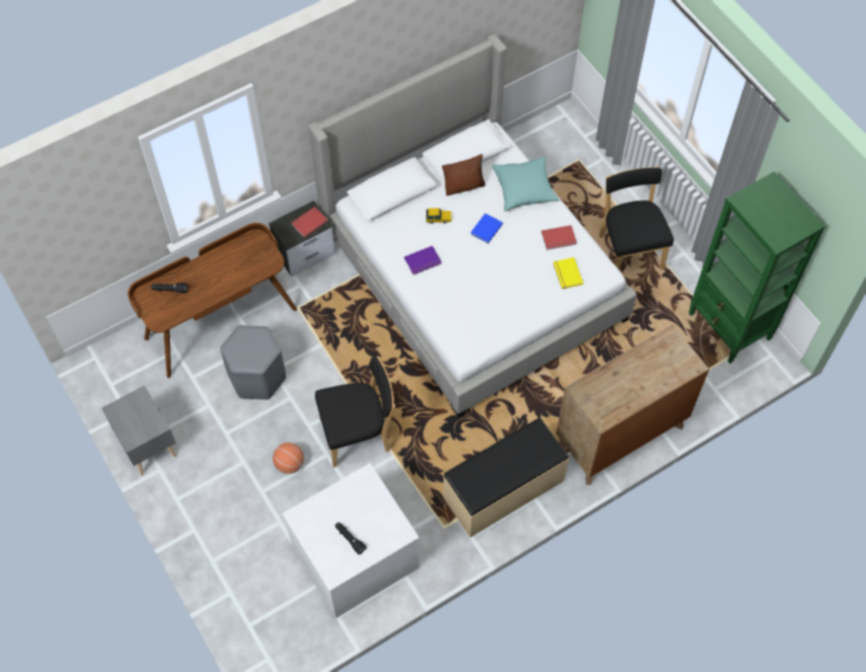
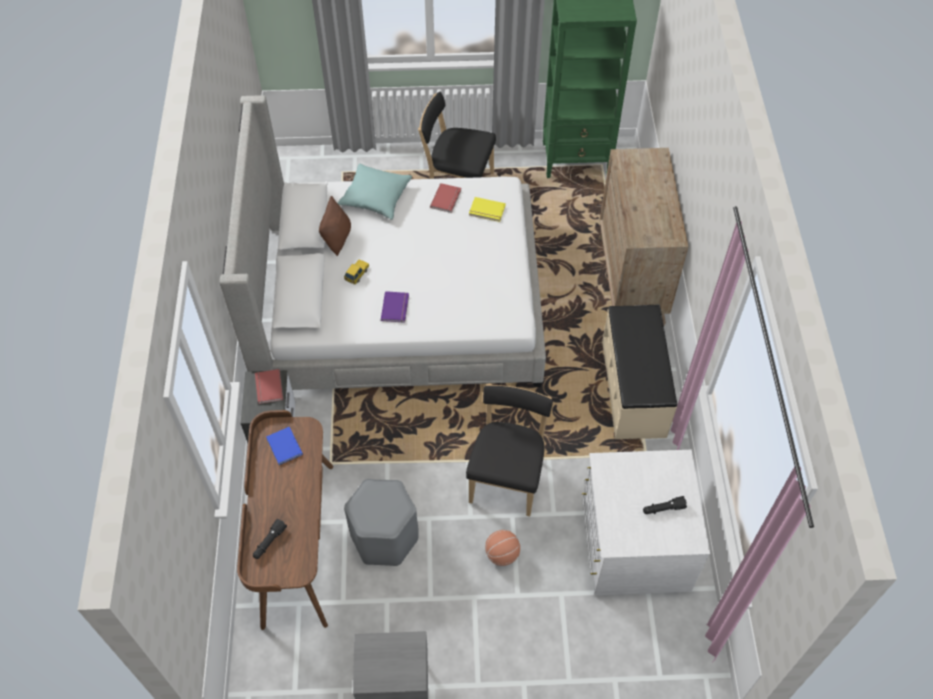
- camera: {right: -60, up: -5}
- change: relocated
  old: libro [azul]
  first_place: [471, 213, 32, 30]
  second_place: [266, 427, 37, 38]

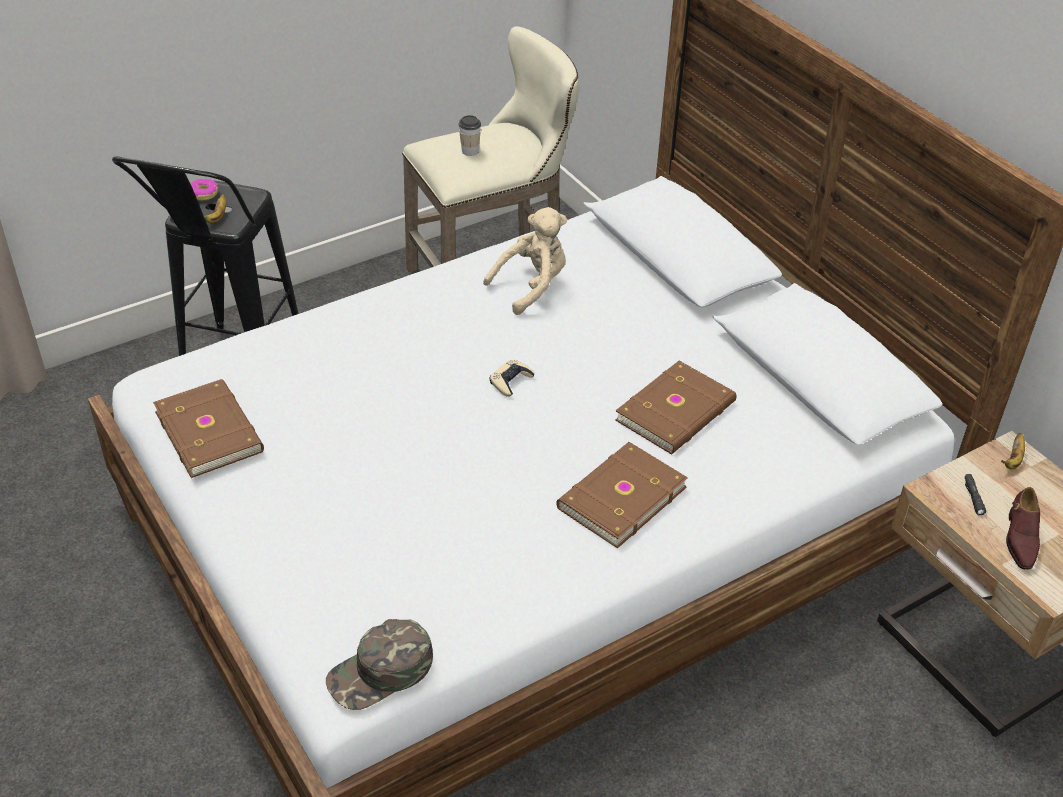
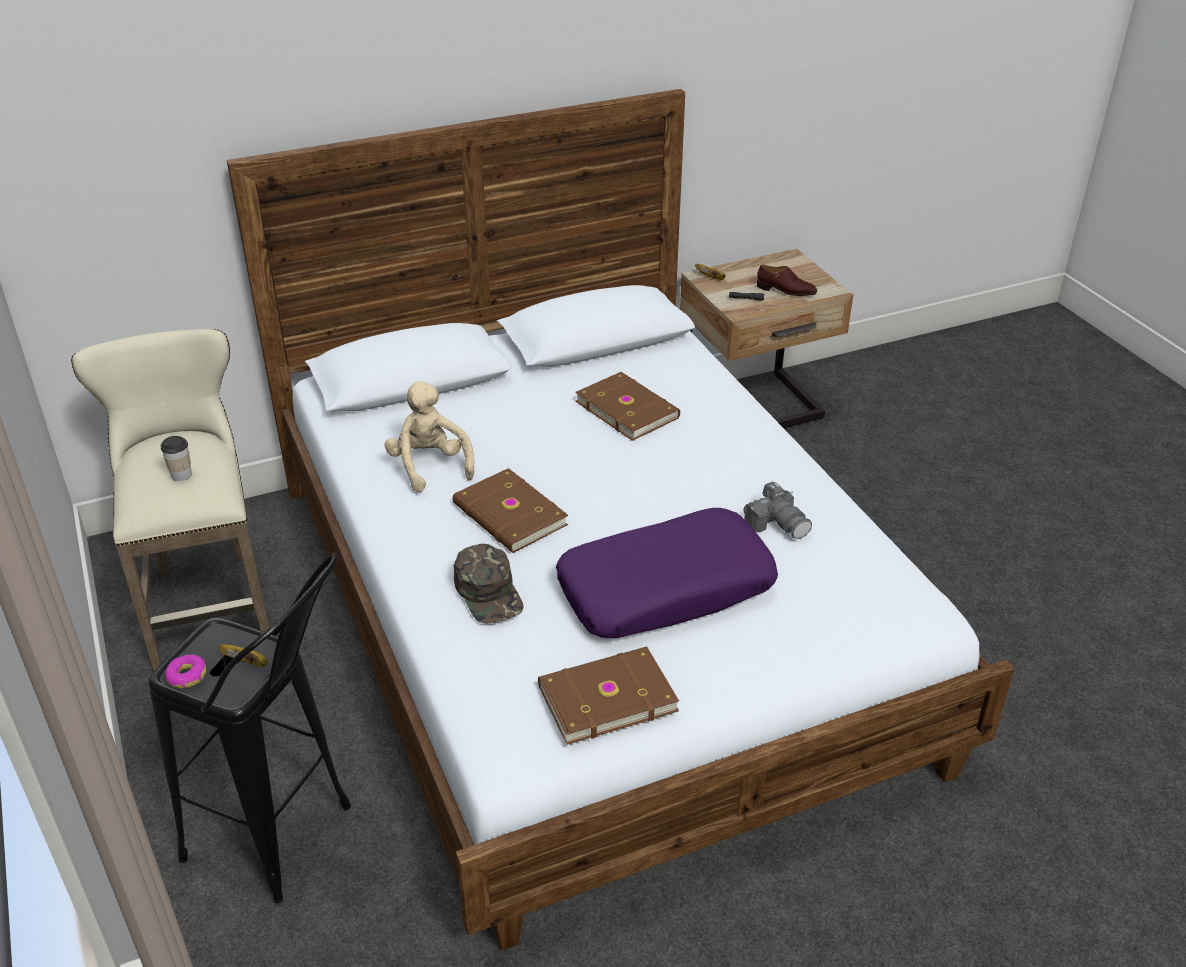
- camera: {right: -80, up: -5}
- change: missing
  old: mando de consola [beis]
  first_place: [490, 360, 44, 37]
- change: relocated
  old: libro [marrón]
  first_place: [556, 442, 132, 106]
  second_place: [453, 468, 115, 85]
- change: relocated
  old: gorra [verde]
  first_place: [326, 619, 107, 91]
  second_place: [454, 544, 70, 80]
- change: appeared
  new: cámara
  second_place: [743, 481, 69, 58]
- change: appeared
  new: cojín [morado]
  second_place: [556, 508, 222, 130]

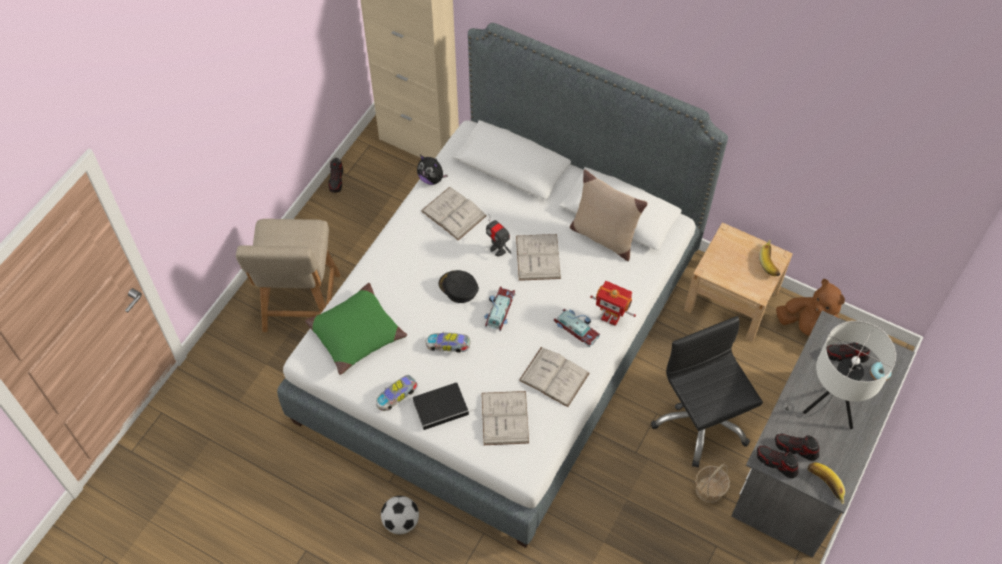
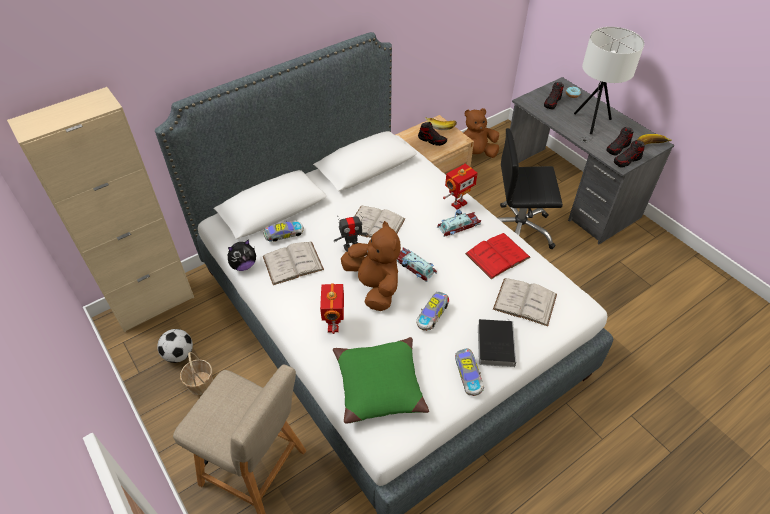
- camera: {right: -65, up: -10}
- change: relocated
  old: zapato
  first_place: [328, 158, 15, 35]
  second_place: [418, 122, 29, 24]
- change: missing
  old: cojín [beis]
  first_place: [570, 170, 77, 91]
- change: exchanged
  old: gorra [negro]
  new: peluche [marrón]
  first_place: [438, 270, 41, 33]
  second_place: [341, 221, 60, 90]
- change: colour
  old: libro [blanco]
  new: libro [rojo]
  first_place: [519, 347, 71, 60]
  second_place: [465, 233, 66, 46]
- change: relocated
  old: cesta
  first_place: [695, 463, 35, 40]
  second_place: [180, 352, 33, 43]
- change: relocated
  old: balón de fútbol
  first_place: [381, 496, 38, 38]
  second_place: [157, 329, 36, 34]
- change: appeared
  new: coche de juguete
  second_place: [263, 220, 41, 22]
- change: appeared
  new: robot de juguete
  second_place: [320, 283, 24, 51]

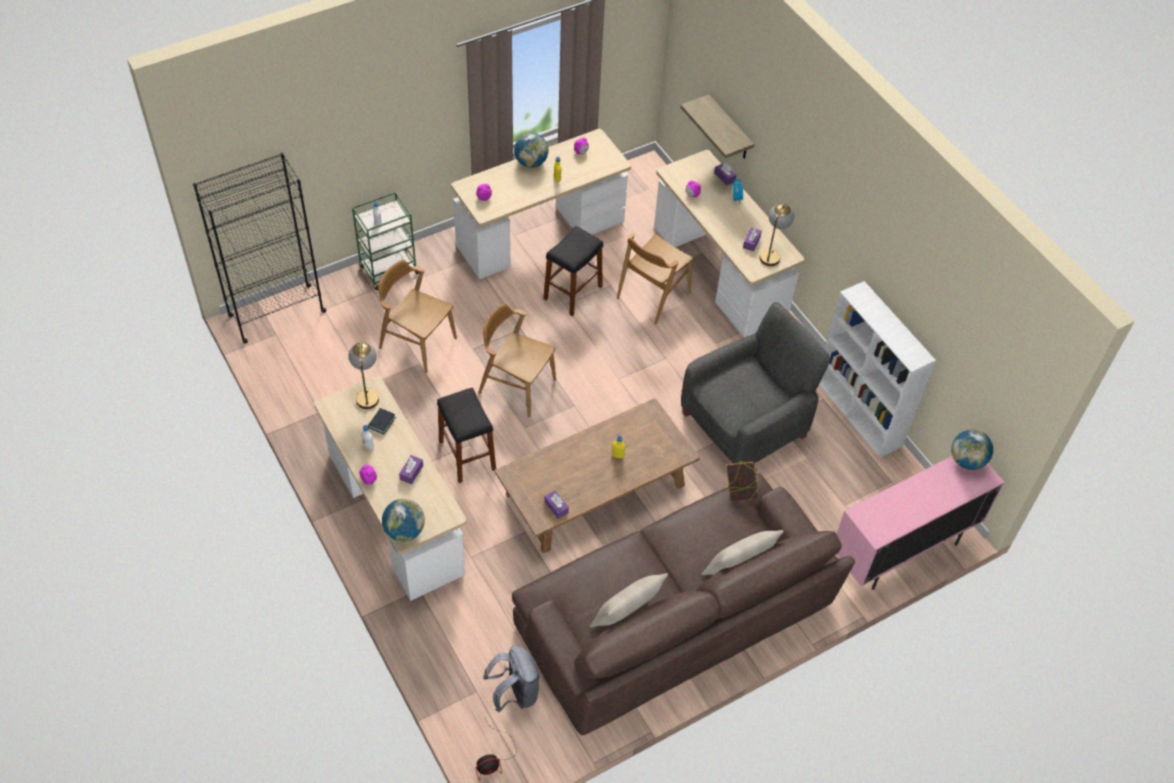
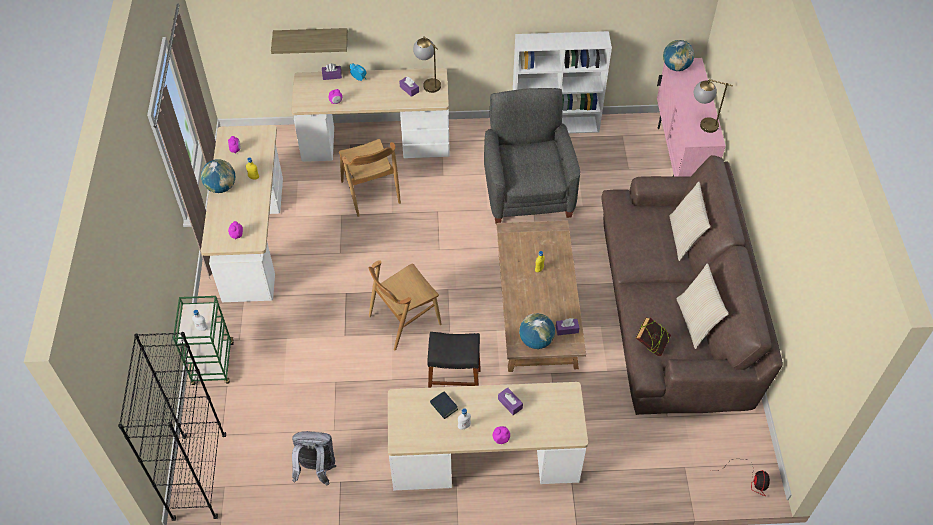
- camera: {right: -60, up: 0}
- change: missing
  old: taburete [negro]
  first_place: [543, 226, 60, 90]
- change: missing
  old: silla [marrón]
  first_place: [378, 260, 79, 113]
- change: relocated
  old: lámpara de mesa
  first_place: [348, 342, 31, 67]
  second_place: [694, 79, 39, 54]
- change: relocated
  old: libro
  first_place: [727, 460, 32, 41]
  second_place: [636, 318, 35, 38]
- change: relocated
  old: globo terráqueo
  first_place: [382, 499, 43, 43]
  second_place: [519, 313, 36, 36]
- change: relocated
  old: mochila [gris]
  first_place: [483, 645, 57, 67]
  second_place: [292, 431, 44, 55]

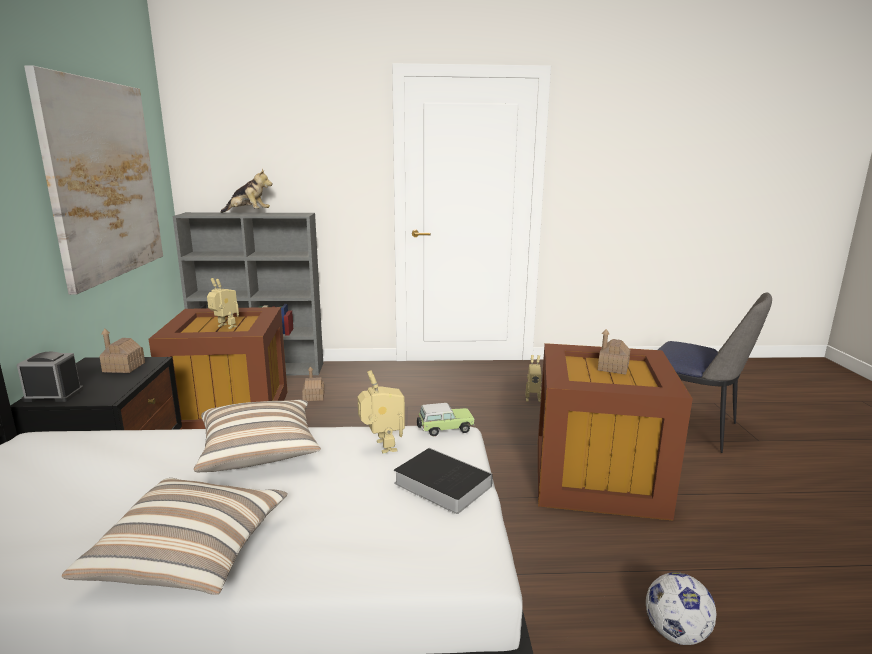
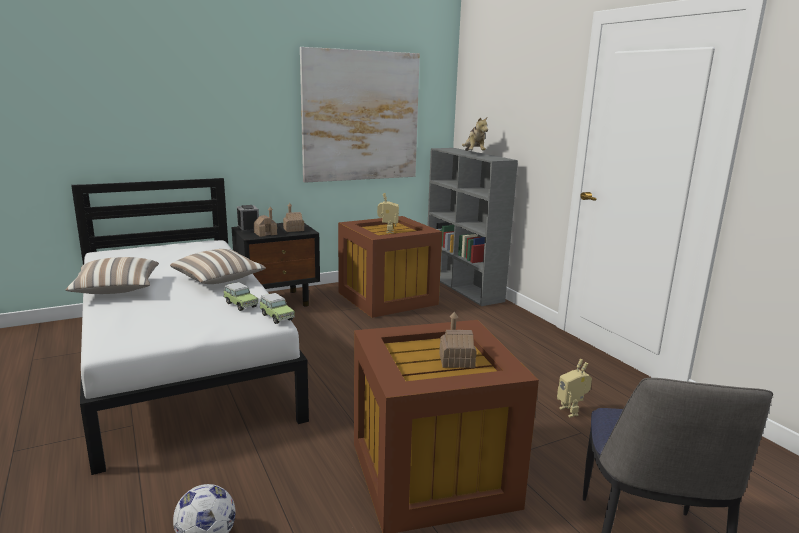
- camera: {right: 65, up: 0}
- change: relocated
  old: casita
  first_place: [302, 367, 22, 34]
  second_place: [254, 207, 23, 30]
- change: exchanged
  old: robot de juguete
  new: coche de juguete
  first_place: [357, 370, 48, 84]
  second_place: [223, 282, 35, 29]
- change: missing
  old: libro
  first_place: [394, 448, 99, 66]

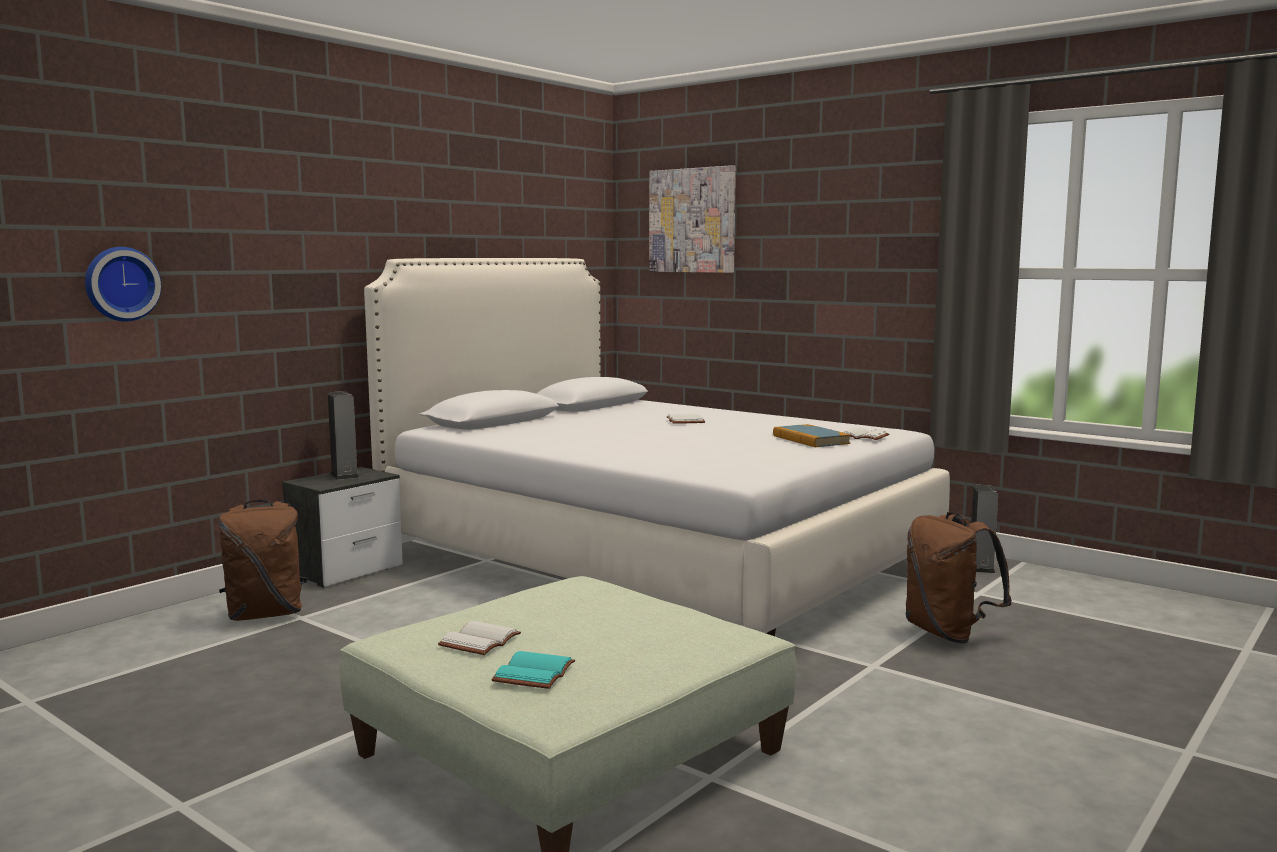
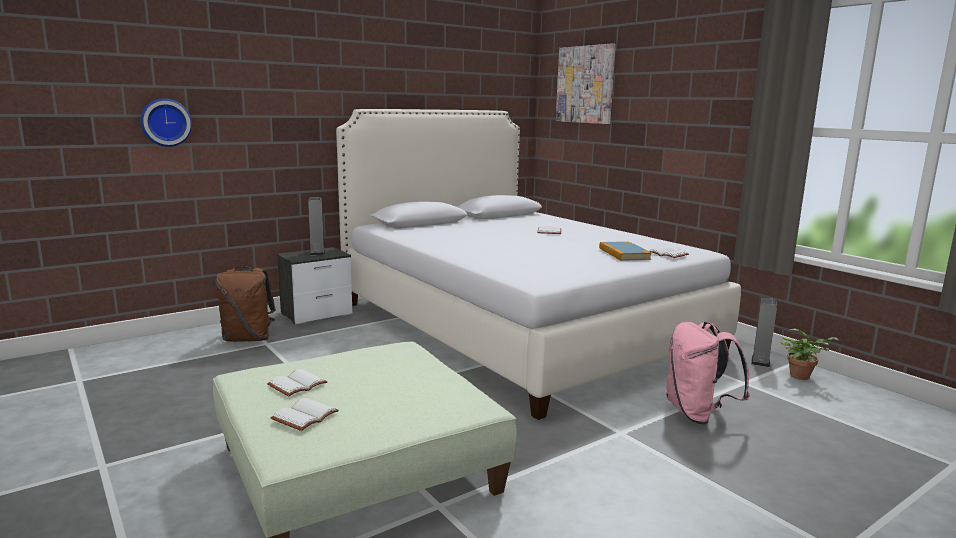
- camera: {right: 15, up: 5}
- change: colour
  old: mochila [marrón]
  new: mochila [rosa]
  first_place: [906, 512, 106, 131]
  second_place: [666, 321, 84, 104]
- change: colour
  old: libro [turquesa]
  new: libro [blanco]
  first_place: [491, 651, 84, 38]
  second_place: [271, 398, 68, 33]
- change: appeared
  new: planta en maceta
  second_place: [781, 328, 58, 52]

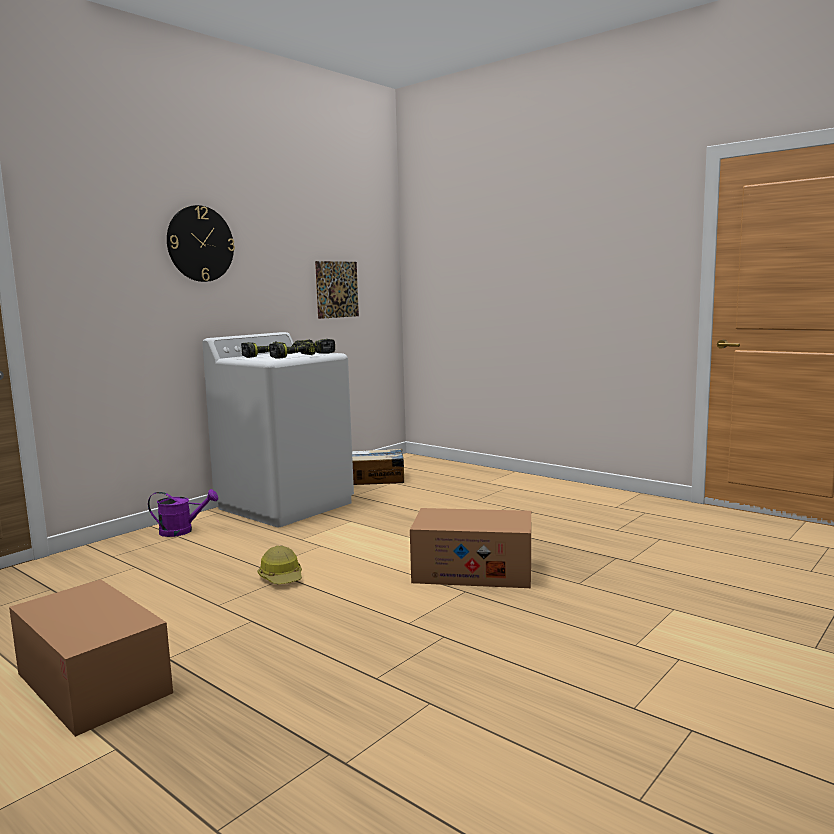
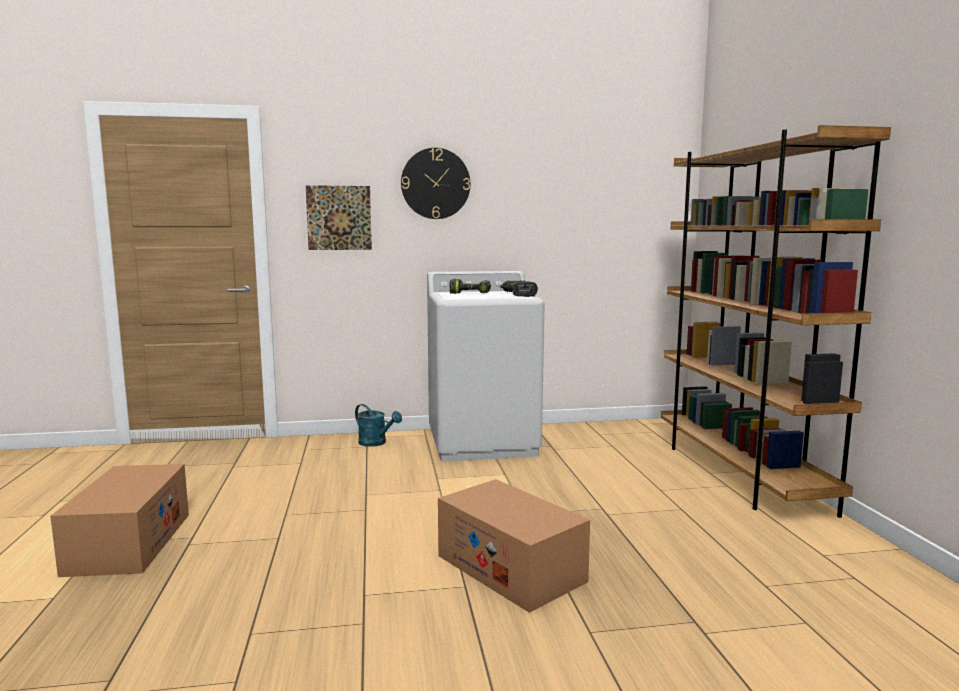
- camera: {right: 40, up: 0}
- change: relocated
  old: cuadro
  first_place: [315, 261, 44, 58]
  second_place: [306, 185, 66, 65]
- change: missing
  old: taladro
  first_place: [269, 342, 47, 17]
- change: missing
  old: caja de cartón
  first_place: [352, 448, 52, 37]
- change: colour
  old: regadera [morado]
  new: regadera [turquesa]
  first_place: [148, 489, 70, 48]
  second_place: [355, 404, 47, 43]
- change: missing
  old: casco
  first_place: [258, 546, 44, 38]
- change: appeared
  new: estantería [marrón]
  second_place: [661, 125, 230, 393]

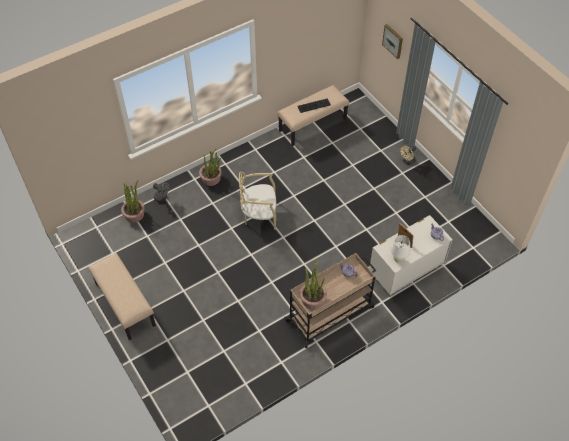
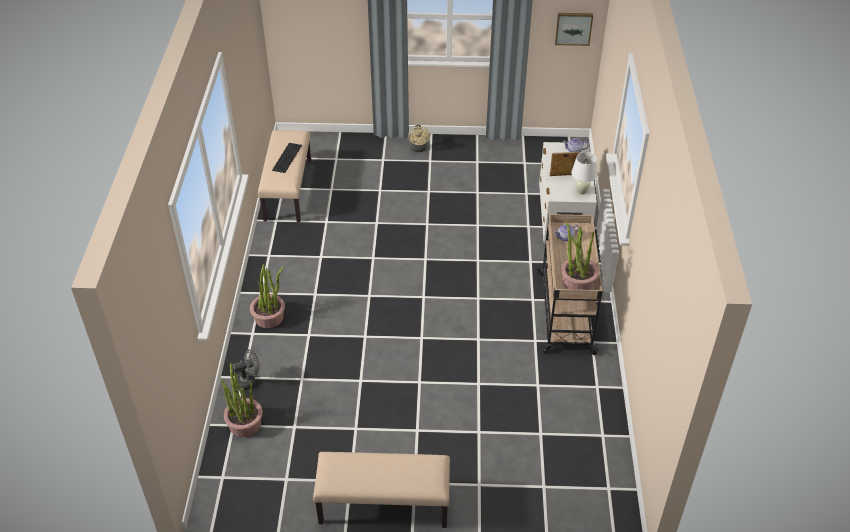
- camera: {right: -55, up: -10}
- change: relocated
  old: cuadro
  first_place: [382, 24, 21, 35]
  second_place: [555, 13, 38, 33]
- change: missing
  old: silla [beis]
  first_place: [239, 171, 37, 59]

